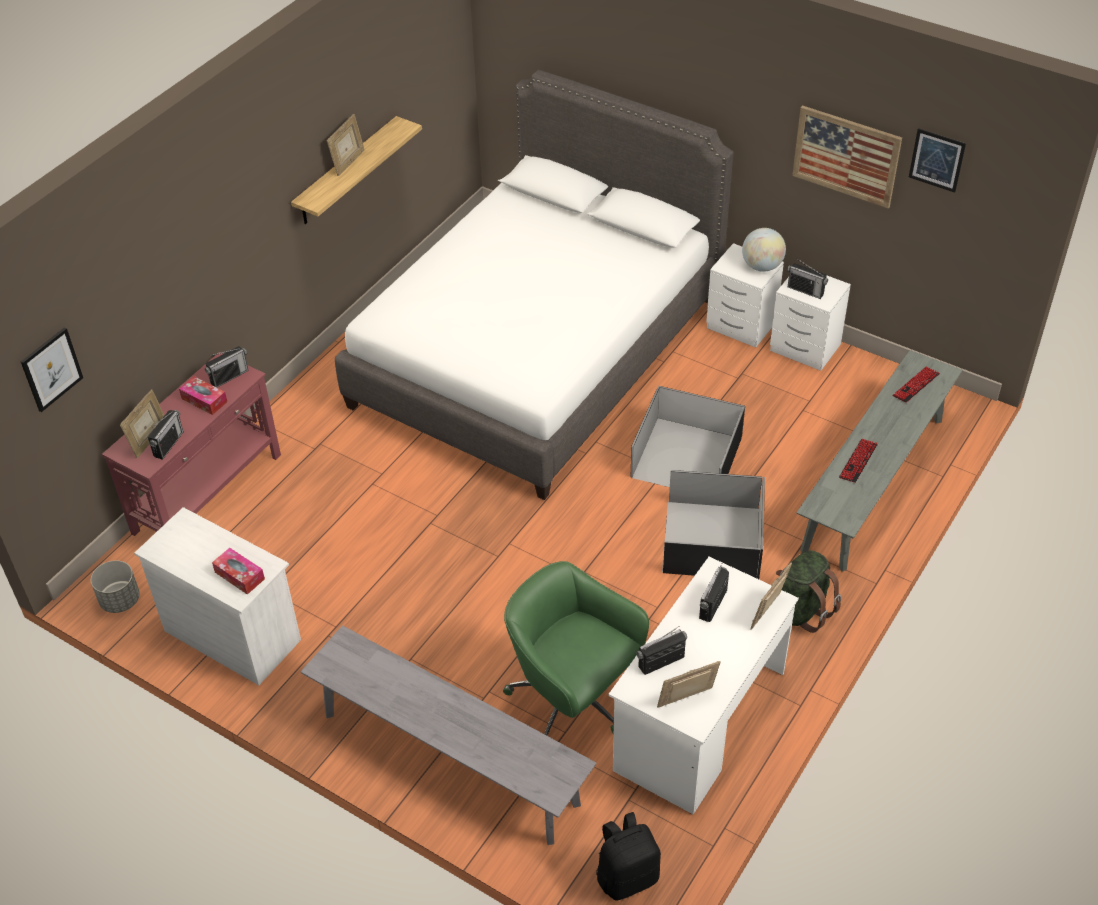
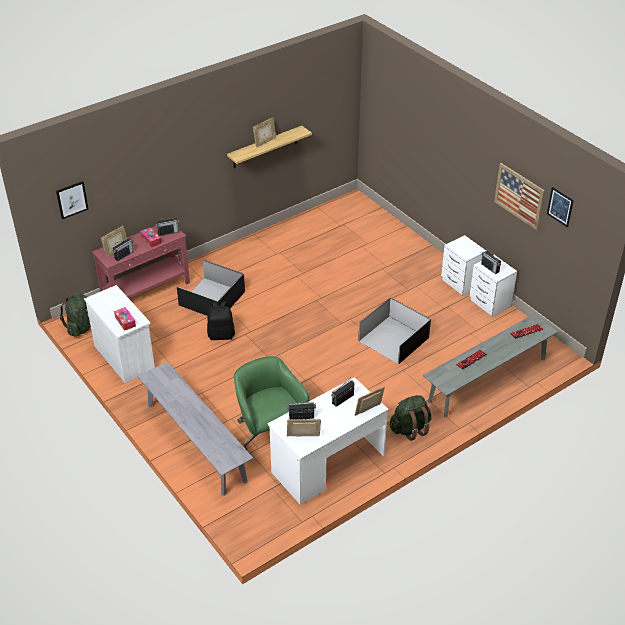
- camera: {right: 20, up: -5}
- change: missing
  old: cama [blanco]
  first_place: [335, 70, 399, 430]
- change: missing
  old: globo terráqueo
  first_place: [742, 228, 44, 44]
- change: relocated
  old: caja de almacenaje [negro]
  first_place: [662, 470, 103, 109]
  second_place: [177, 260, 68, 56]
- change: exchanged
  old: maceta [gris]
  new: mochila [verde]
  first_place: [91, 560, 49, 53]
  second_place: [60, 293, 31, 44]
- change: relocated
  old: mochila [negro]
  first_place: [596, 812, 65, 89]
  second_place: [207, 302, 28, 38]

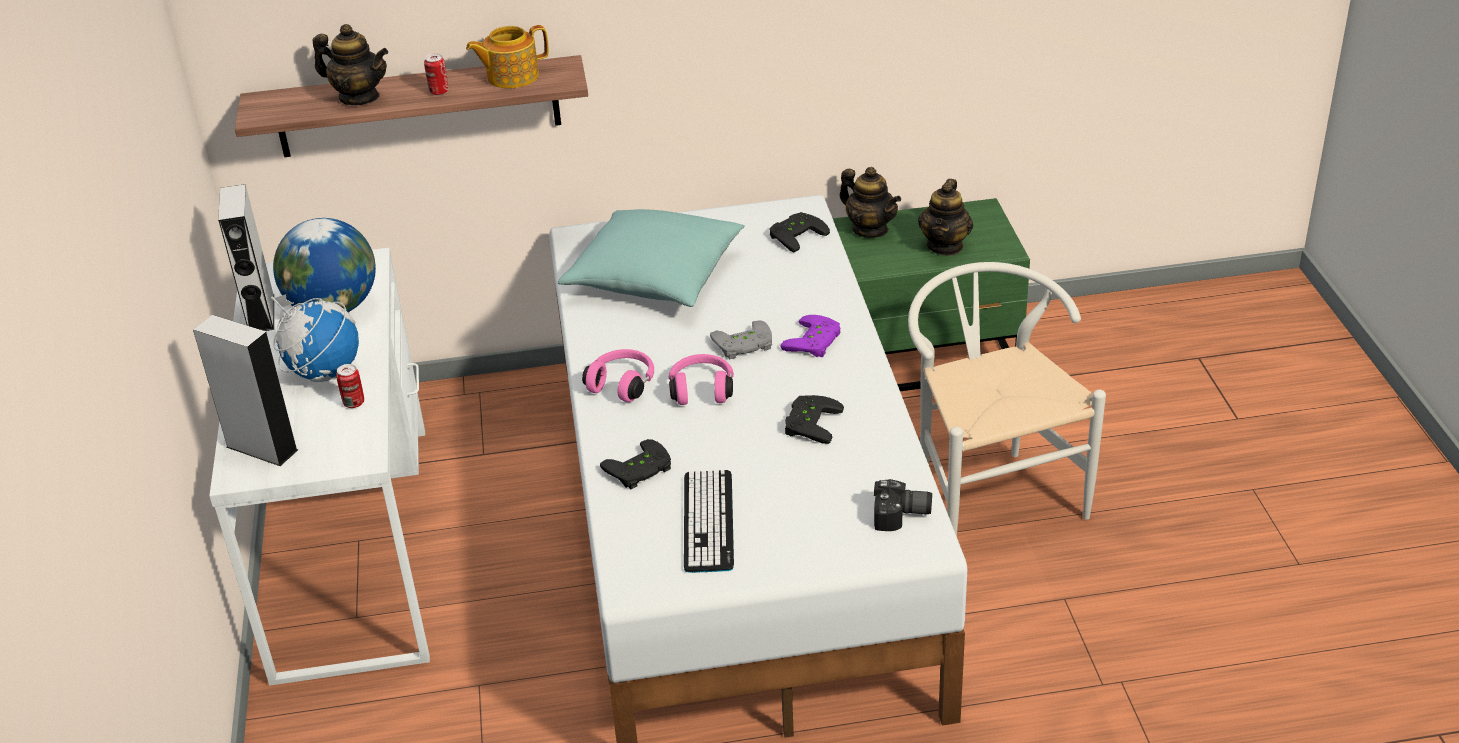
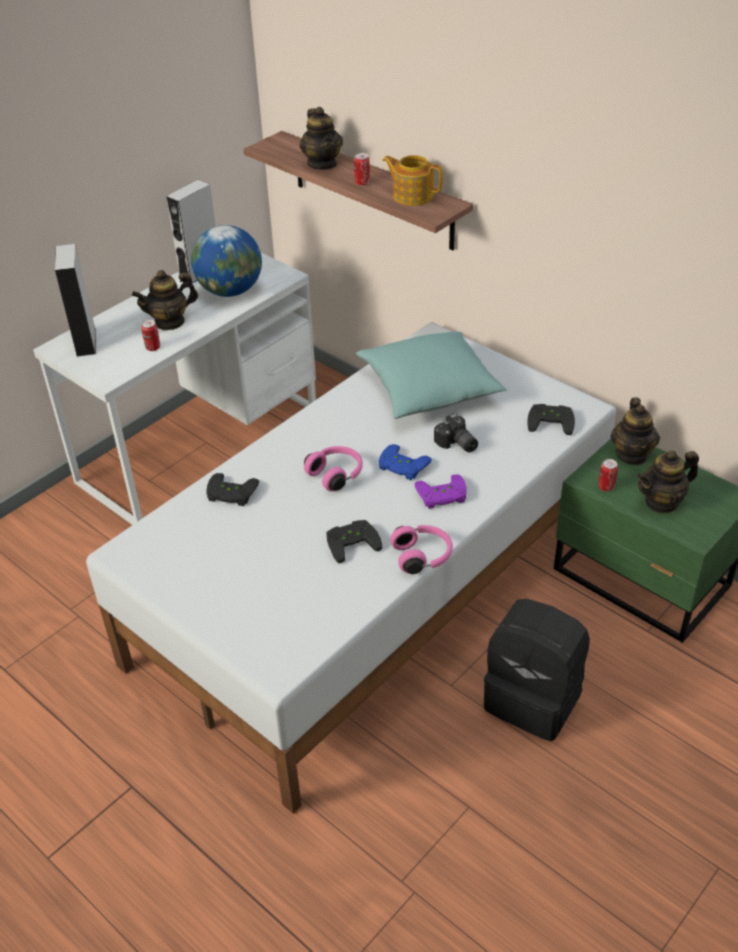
- camera: {right: 50, up: 5}
- change: exchanged
  old: silla [blanco]
  new: mochila [negro]
  first_place: [908, 262, 198, 274]
  second_place: [484, 599, 106, 142]
- change: exchanged
  old: globo terráqueo
  new: tetera
  first_place: [271, 294, 88, 88]
  second_place: [132, 270, 66, 60]
- change: colour
  old: mando de consola [gris]
  new: mando de consola [azul]
  first_place: [710, 320, 62, 40]
  second_place: [379, 444, 53, 36]
- change: relocated
  old: auriculares [rosa]
  first_place: [582, 349, 72, 53]
  second_place: [390, 525, 63, 49]
- change: missing
  old: teclado
  first_place: [684, 470, 50, 103]
- change: relocated
  old: cámara
  first_place: [874, 479, 58, 52]
  second_place: [434, 413, 44, 39]
- change: appeared
  new: lata
  second_place: [598, 459, 20, 32]

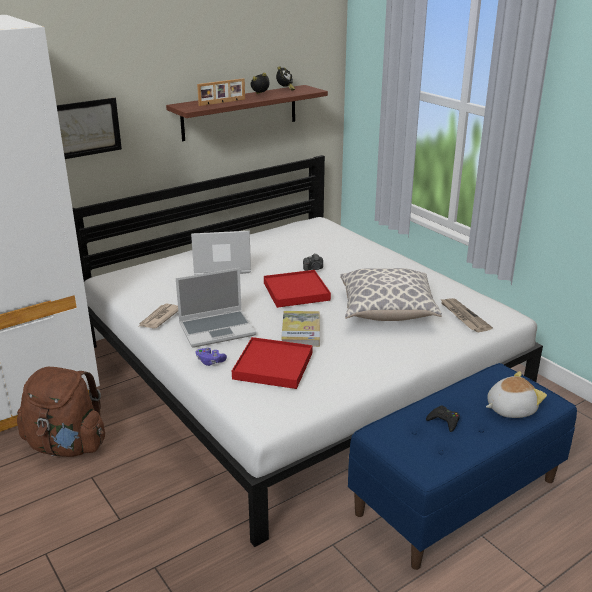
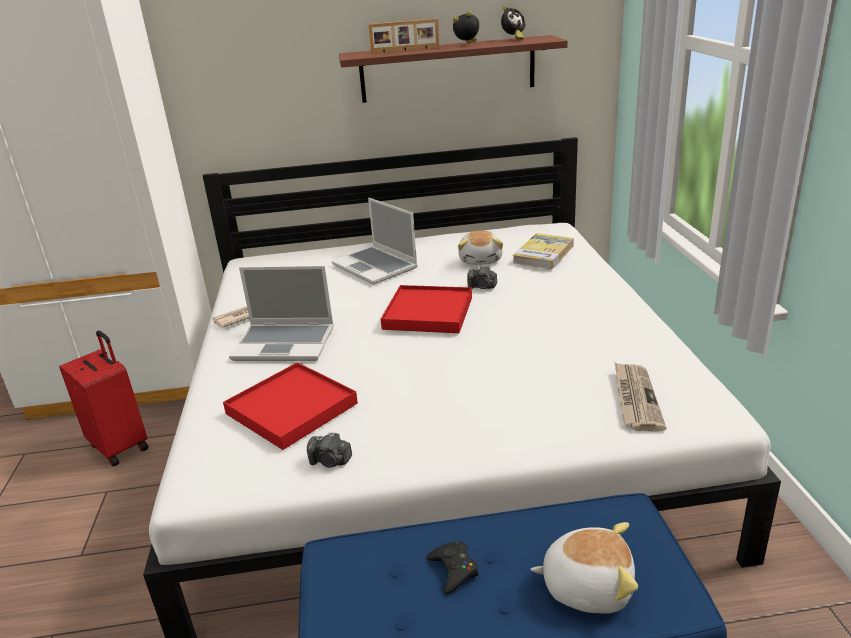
- camera: {right: 30, up: 0}
- change: missing
  old: cuadro
  first_place: [57, 98, 65, 61]
- change: spun
  old: portátil
  first_place: [191, 231, 60, 44]
  second_place: [332, 198, 86, 87]
  degrees: -150
- change: missing
  old: cojín
  first_place: [340, 268, 102, 53]
- change: relocated
  old: libro
  first_place: [281, 311, 39, 36]
  second_place: [513, 233, 61, 36]
- change: missing
  old: mando de consola [morado]
  first_place: [196, 348, 31, 18]
- change: exchanged
  old: mochila [marrón]
  new: maleta [rojo]
  first_place: [17, 367, 88, 90]
  second_place: [59, 330, 90, 137]
- change: appeared
  new: peluche
  second_place: [458, 230, 45, 35]
- change: appeared
  new: cámara
  second_place: [307, 432, 45, 36]

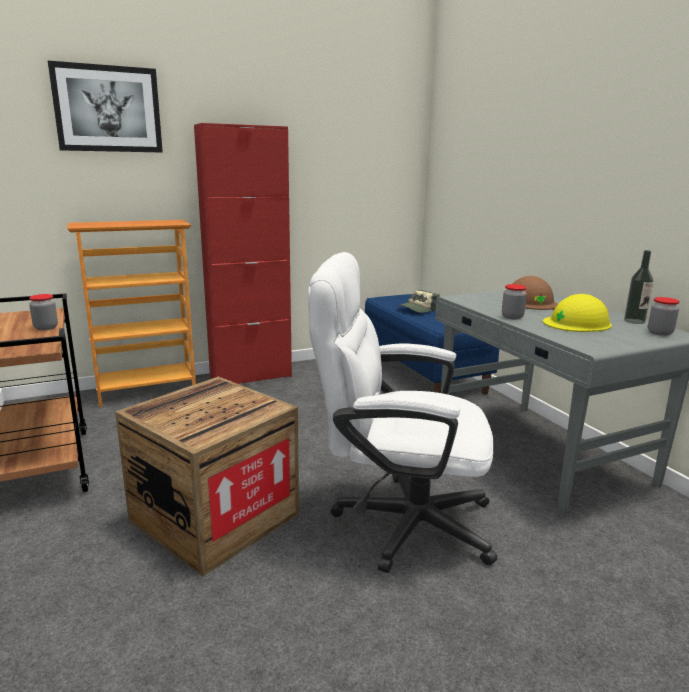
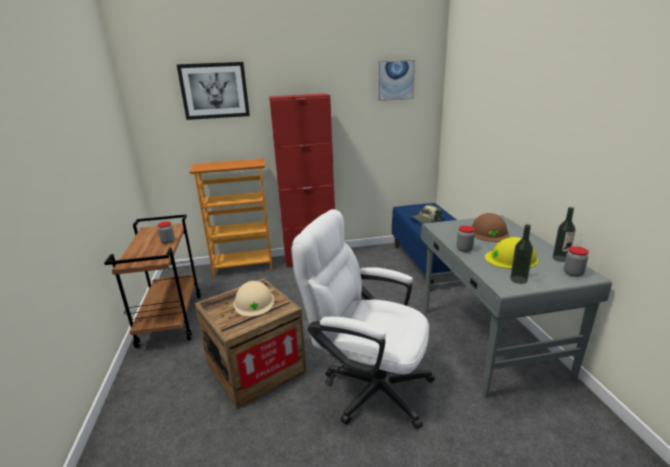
- camera: {right: 15, up: 5}
- change: appeared
  new: cuadro
  second_place: [378, 60, 37, 41]
- change: appeared
  new: botella
  second_place: [510, 224, 23, 60]
- change: appeared
  new: casco [beis]
  second_place: [234, 281, 40, 36]

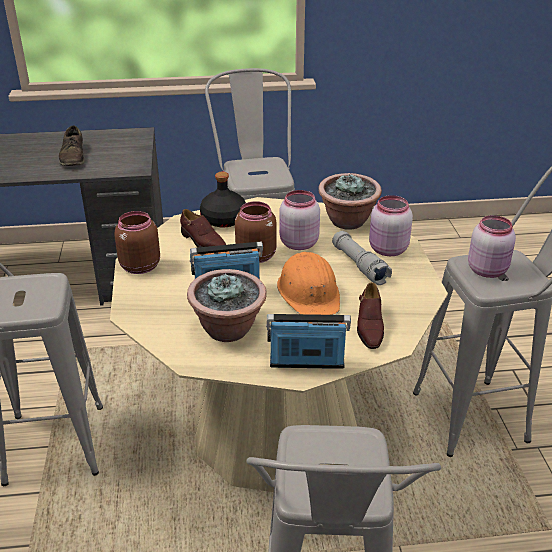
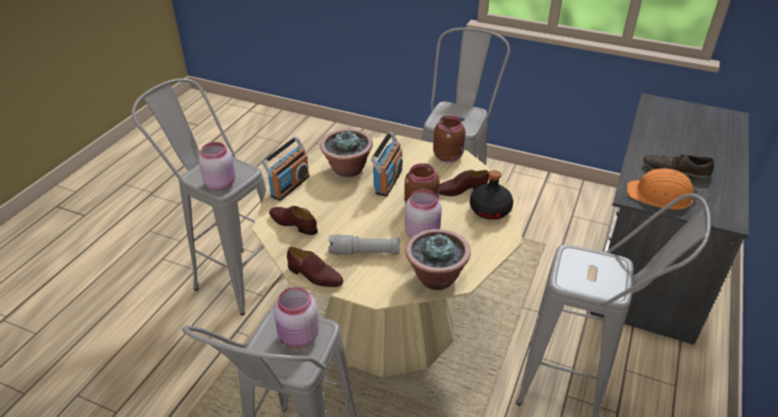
- camera: {right: 120, up: 5}
- change: relocated
  old: tarro [rosa]
  first_place: [369, 195, 44, 61]
  second_place: [198, 142, 37, 48]
- change: relocated
  old: casco [naranja]
  first_place: [277, 252, 63, 63]
  second_place: [627, 168, 72, 42]
- change: appeared
  new: zapato [marrón]
  second_place: [287, 247, 56, 40]

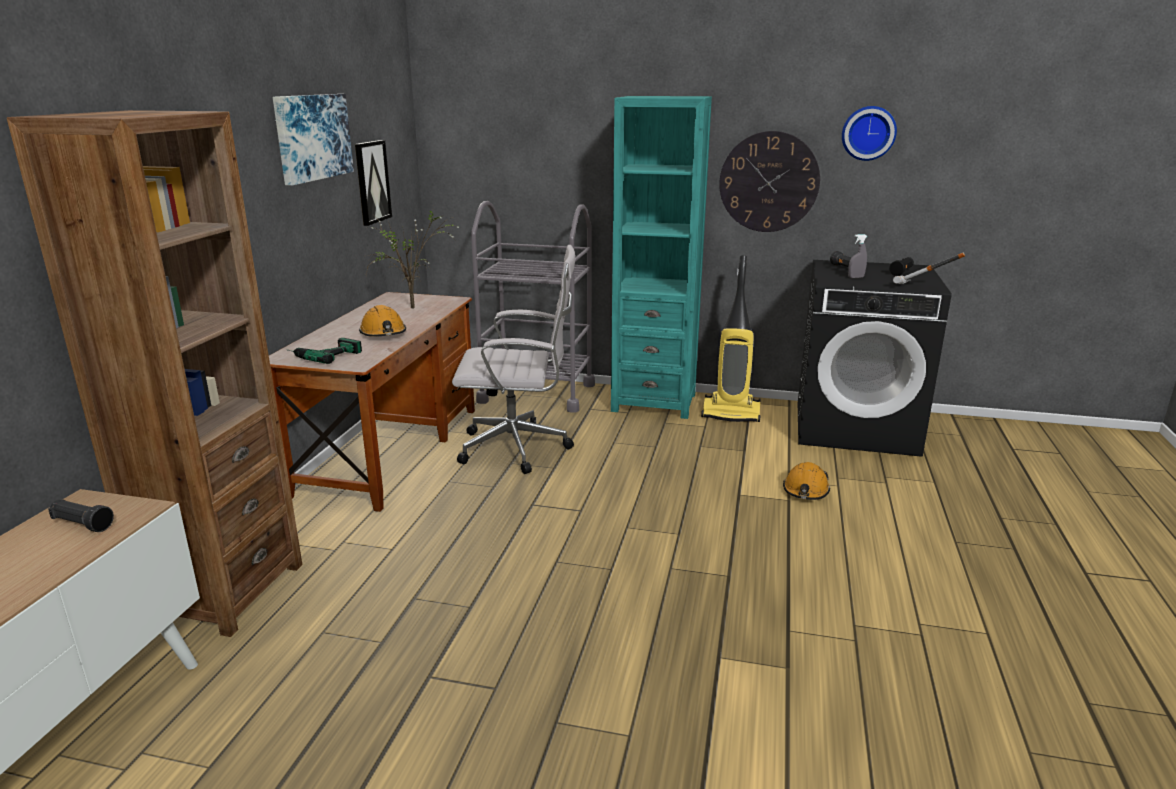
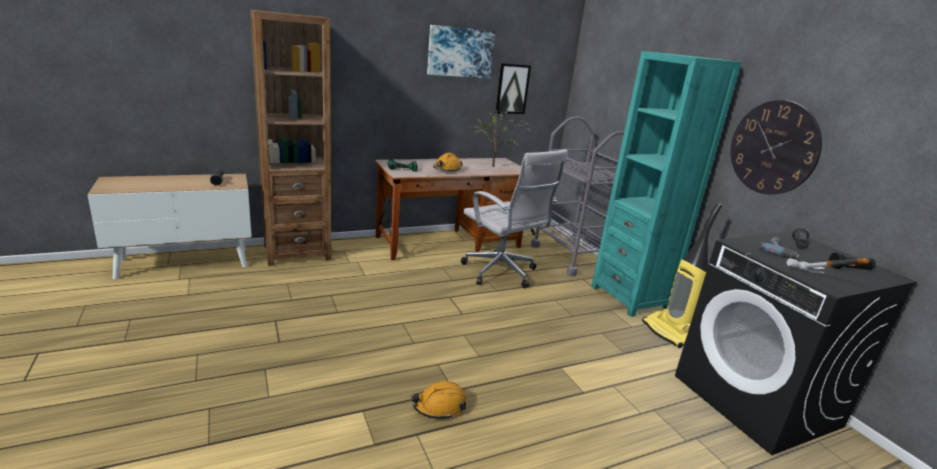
- camera: {right: 50, up: 0}
- change: missing
  old: reloj de pared
  first_place: [842, 106, 55, 55]
- change: exchanged
  old: pulverizador [gris]
  new: taladro
  first_place: [848, 234, 19, 44]
  second_place: [759, 237, 40, 22]
- change: relocated
  old: casco [naranja]
  first_place: [783, 462, 47, 38]
  second_place: [411, 381, 56, 39]

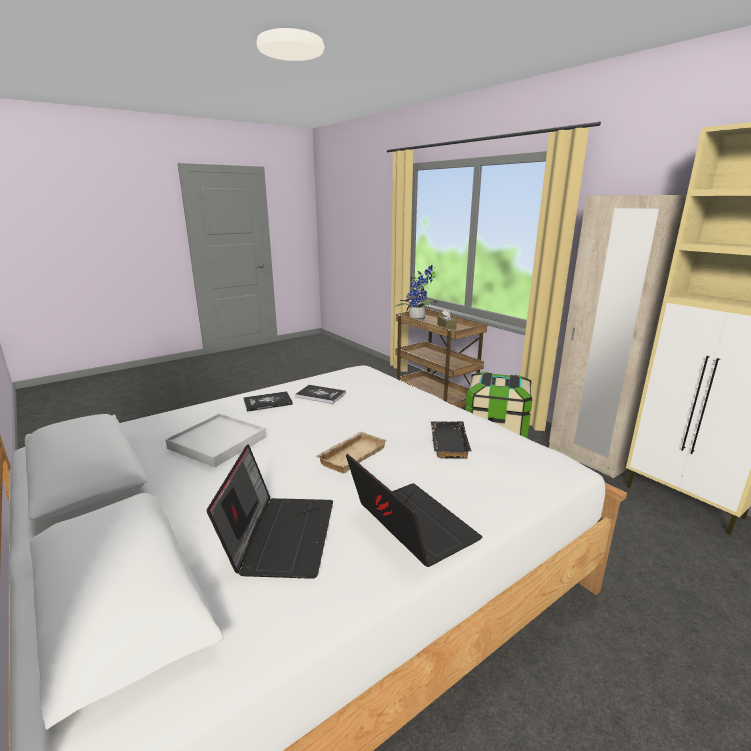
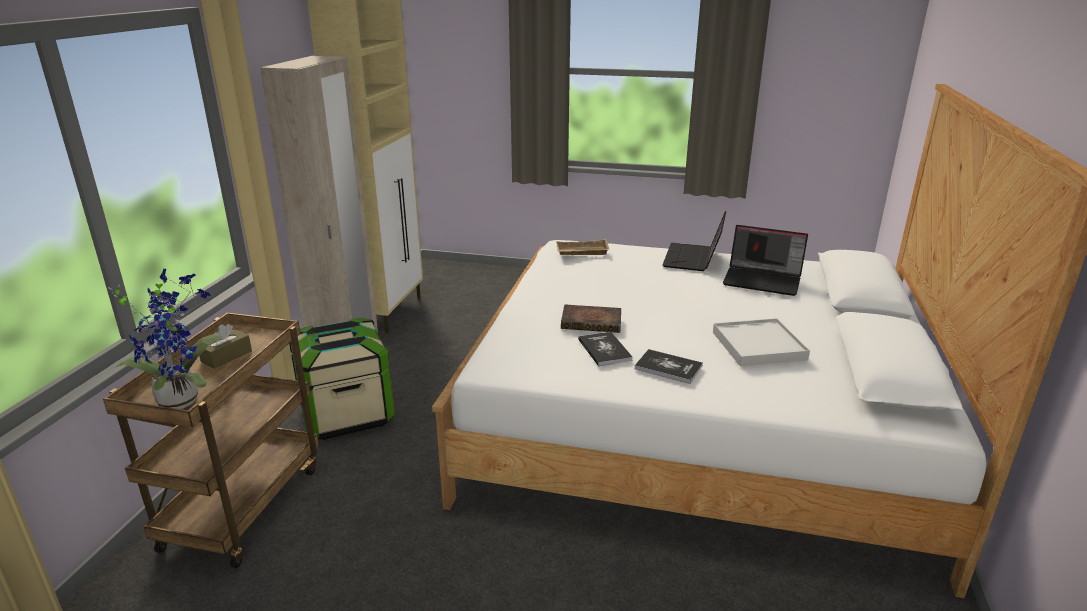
- camera: {right: -130, up: 5}
- change: missing
  old: bandeja [negro]
  first_place: [431, 421, 41, 37]
- change: relocated
  old: bandeja [beis]
  first_place: [316, 432, 71, 41]
  second_place: [556, 239, 53, 16]
- change: spun
  old: portátil
  first_place: [207, 444, 126, 135]
  second_place: [723, 225, 85, 71]
  degrees: -120
- change: appeared
  new: libro
  second_place: [561, 304, 60, 29]

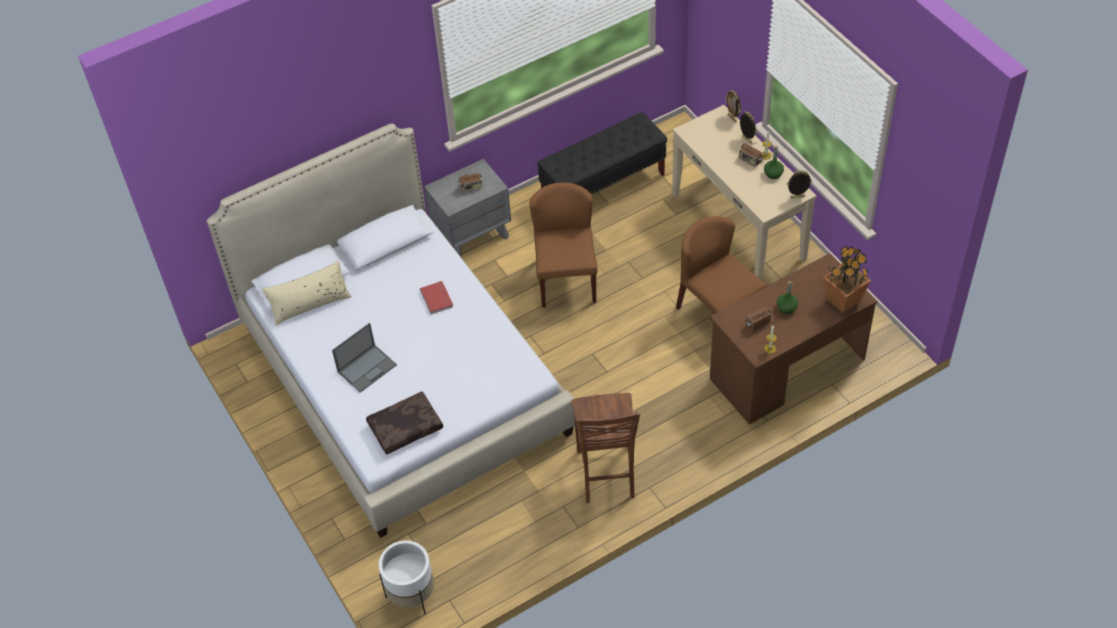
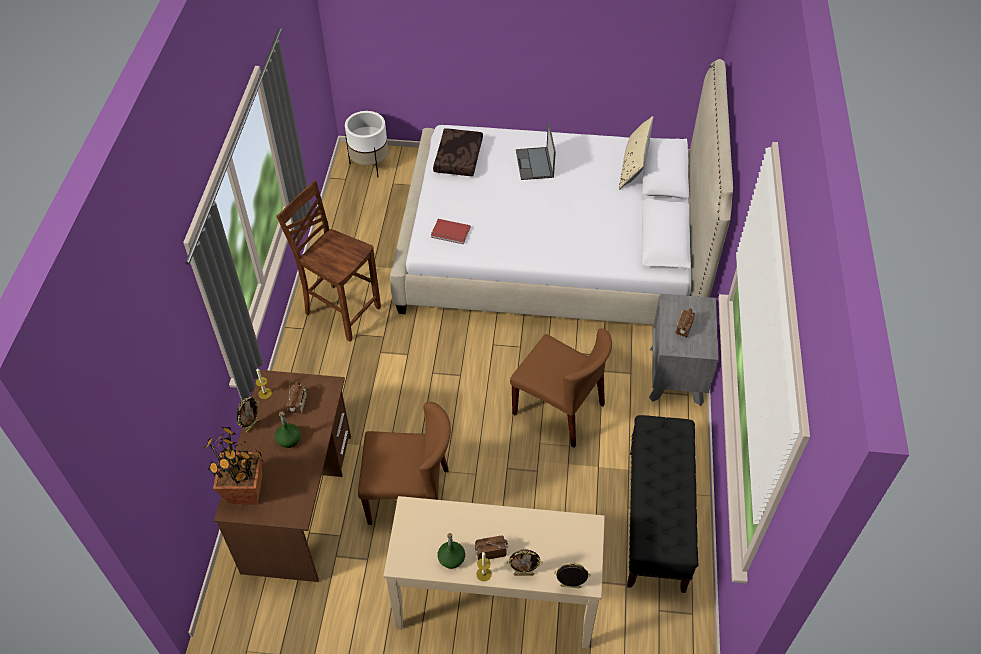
- camera: {right: 125, up: 0}
- change: relocated
  old: portarretratos
  first_place: [786, 170, 26, 28]
  second_place: [237, 397, 22, 36]
- change: relocated
  old: libro [rojo]
  first_place: [420, 281, 33, 33]
  second_place: [431, 219, 40, 25]

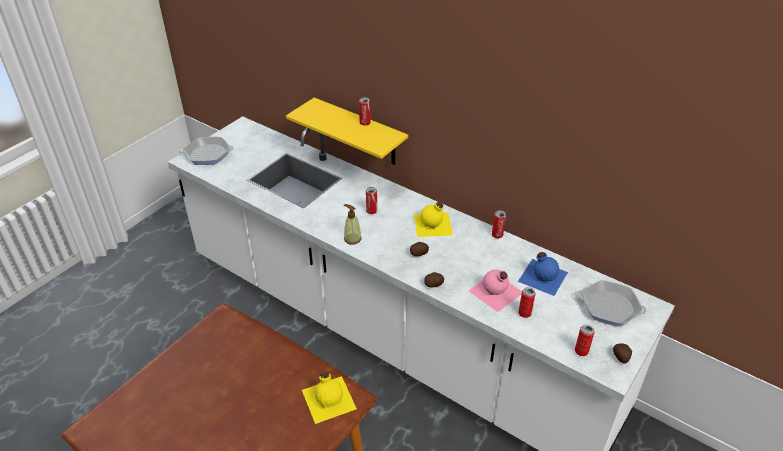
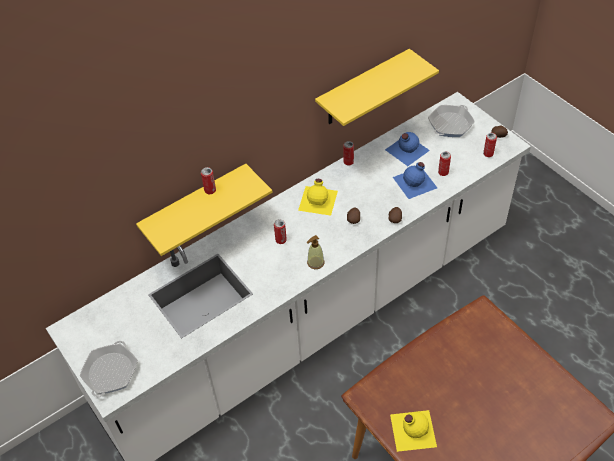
- camera: {right: -70, up: 10}
- change: colour
  old: botella [rosa]
  new: botella [azul]
  first_place: [468, 270, 54, 42]
  second_place: [393, 162, 44, 37]
- change: relocated
  old: botella [amarillo]
  first_place: [302, 372, 55, 52]
  second_place: [390, 410, 47, 42]
- change: appeared
  new: estante [amarillo]
  second_place: [315, 49, 124, 77]

